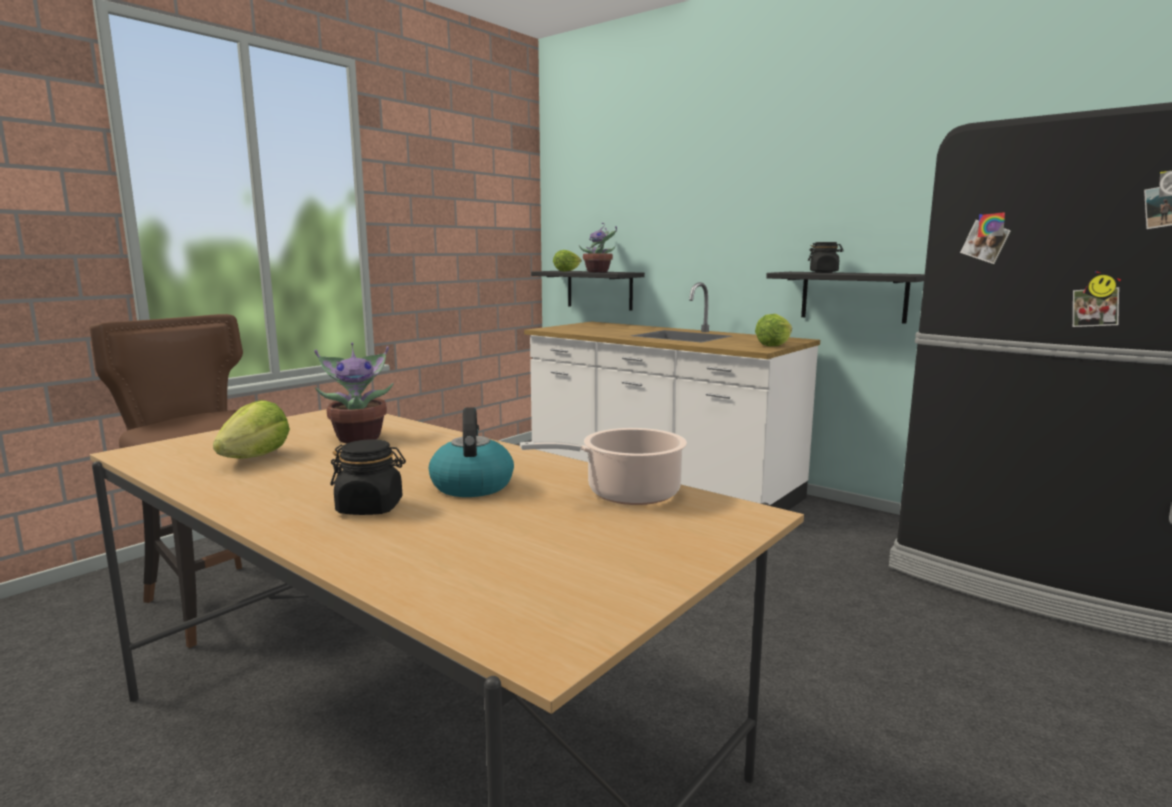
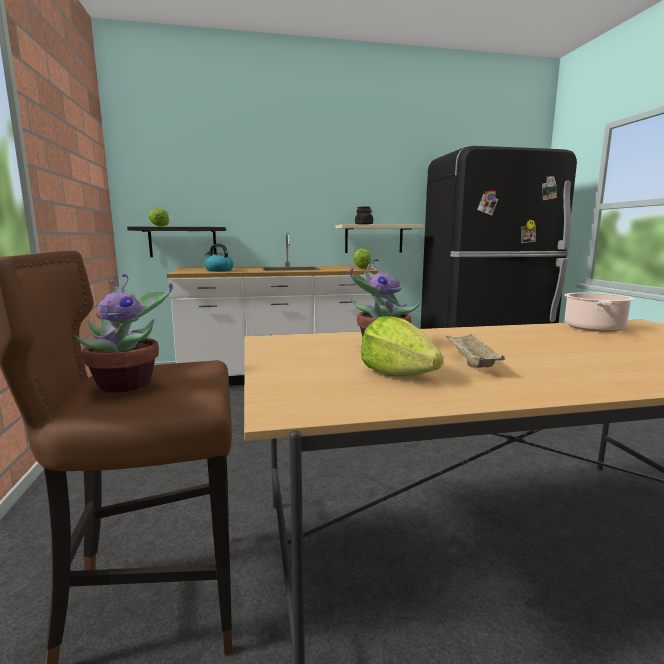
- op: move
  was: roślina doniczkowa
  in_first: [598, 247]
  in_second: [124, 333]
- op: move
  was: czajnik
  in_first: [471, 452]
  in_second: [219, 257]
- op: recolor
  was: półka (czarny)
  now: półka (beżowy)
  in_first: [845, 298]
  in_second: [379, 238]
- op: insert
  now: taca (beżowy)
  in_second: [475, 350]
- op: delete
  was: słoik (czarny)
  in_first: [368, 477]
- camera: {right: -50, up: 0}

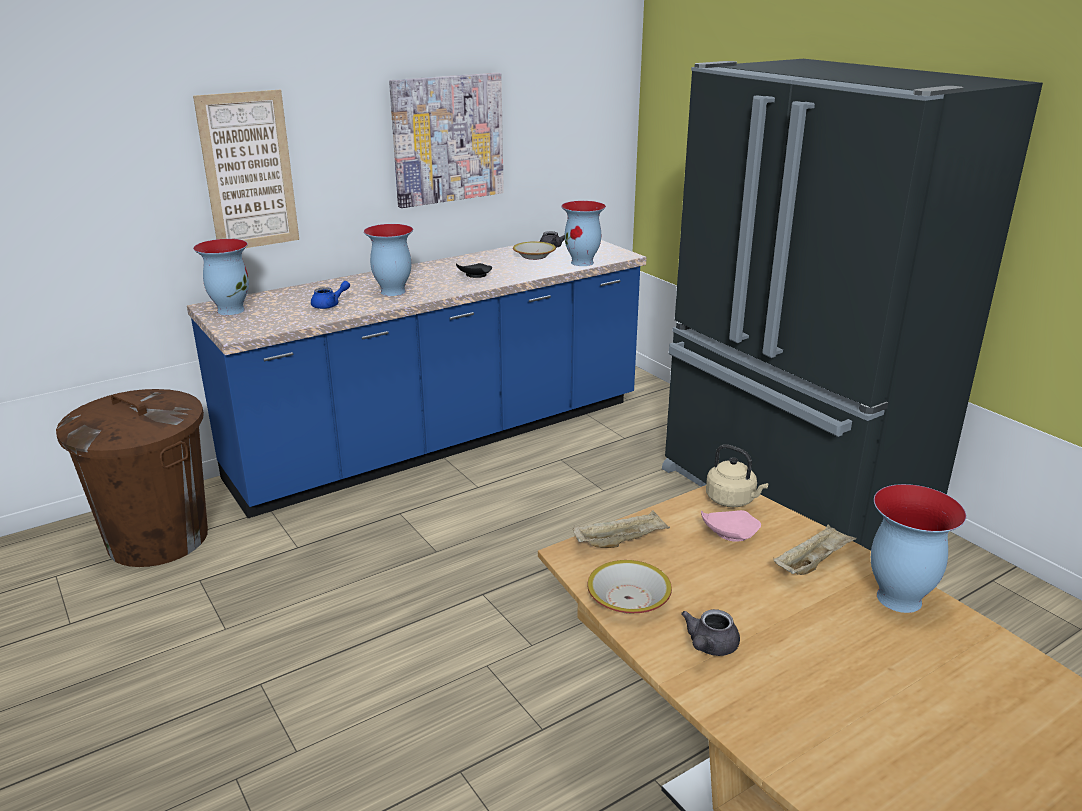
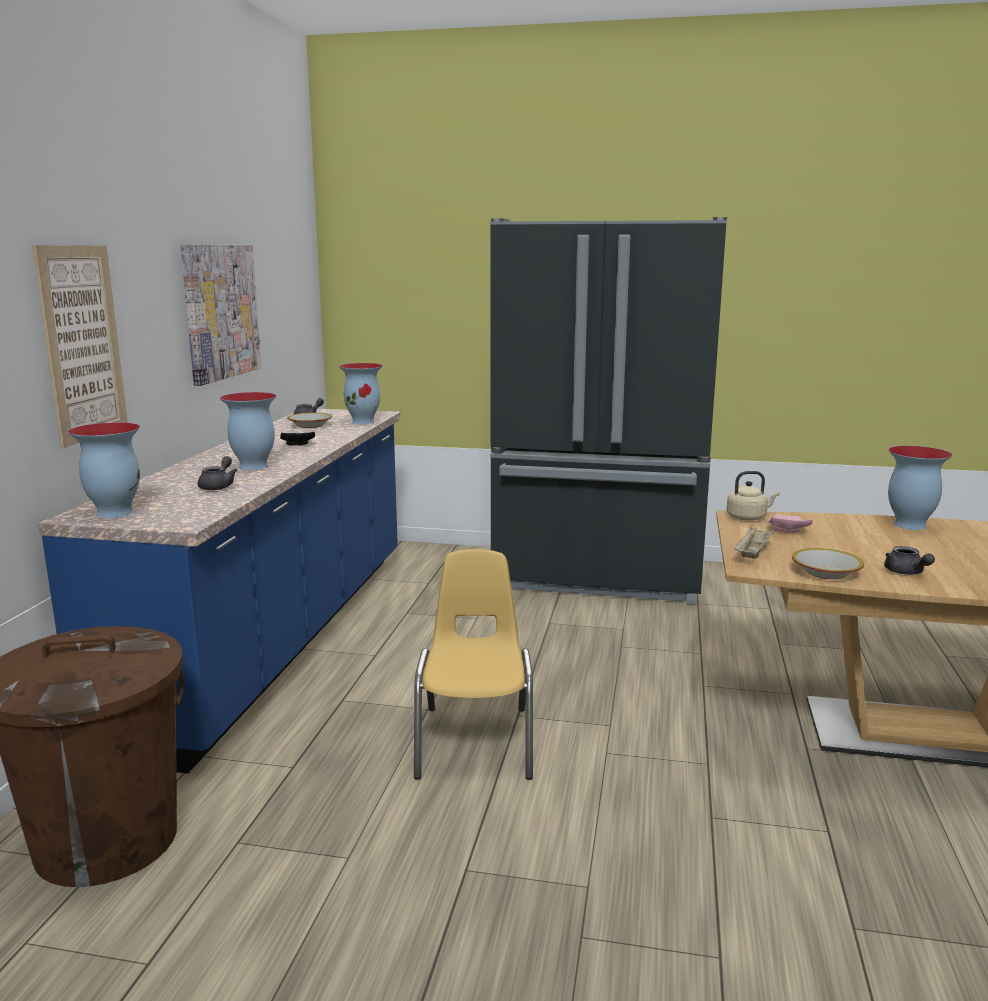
- op: recolor
  was: imbryk (niebieski)
  now: imbryk (szary)
  in_first: [330, 295]
  in_second: [218, 473]
- op: insert
  now: krzesło (żółty)
  in_second: [473, 664]
- op: delete
  was: taca (beżowy)
  in_first: [815, 549]
- camera: {right: -45, up: -10}

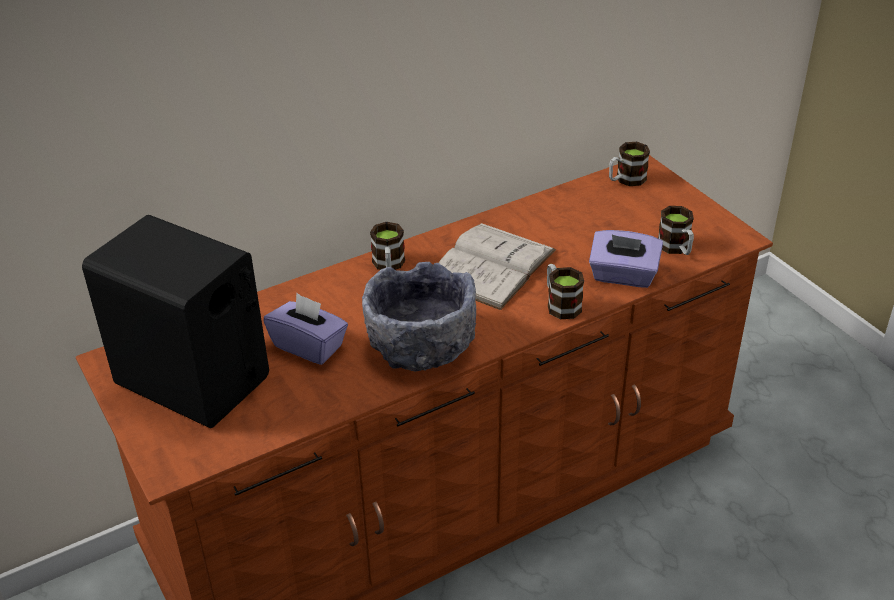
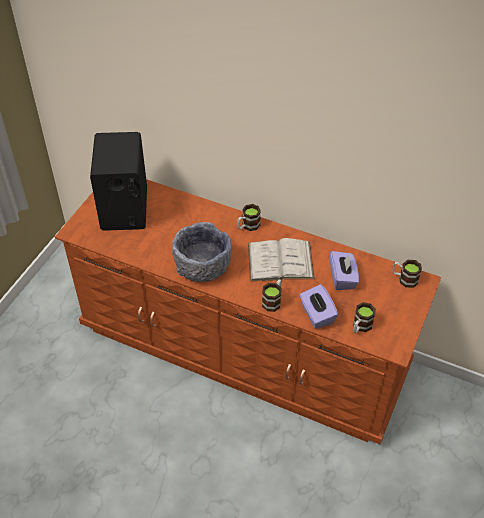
- op: move
  was: pudełko chusteczek (fioletowy)
  in_first: [305, 329]
  in_second: [344, 270]
- camera: {right: 55, up: 10}

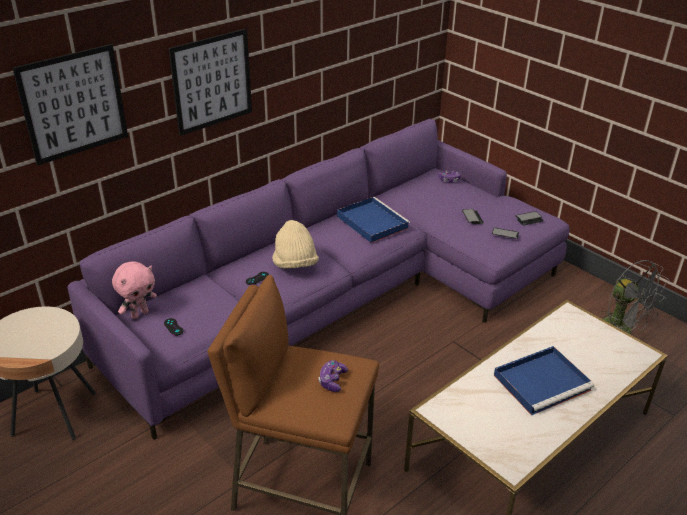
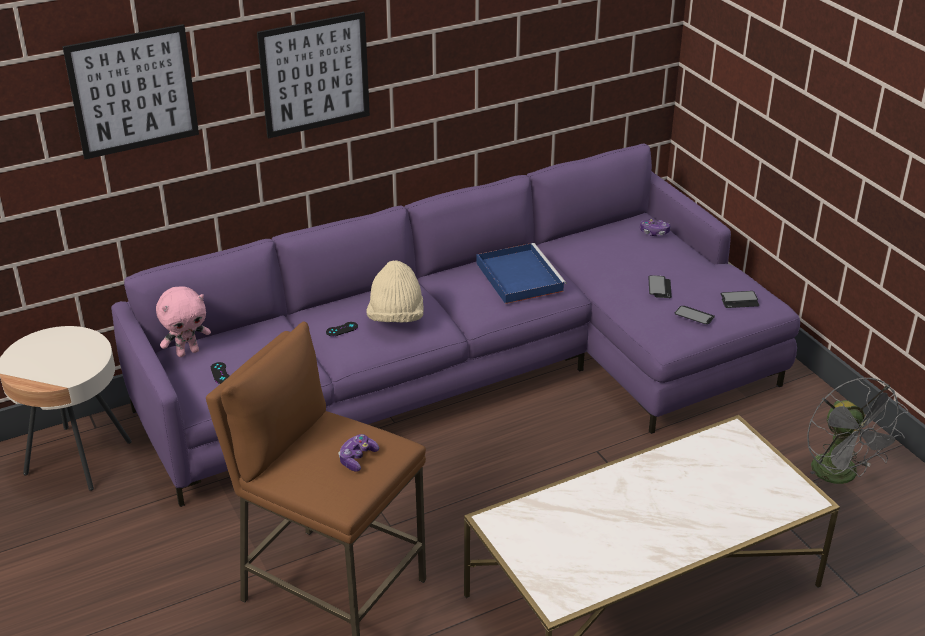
- op: delete
  was: taca (niebieski)
  in_first: [544, 380]
- camera: {right: 15, up: 0}

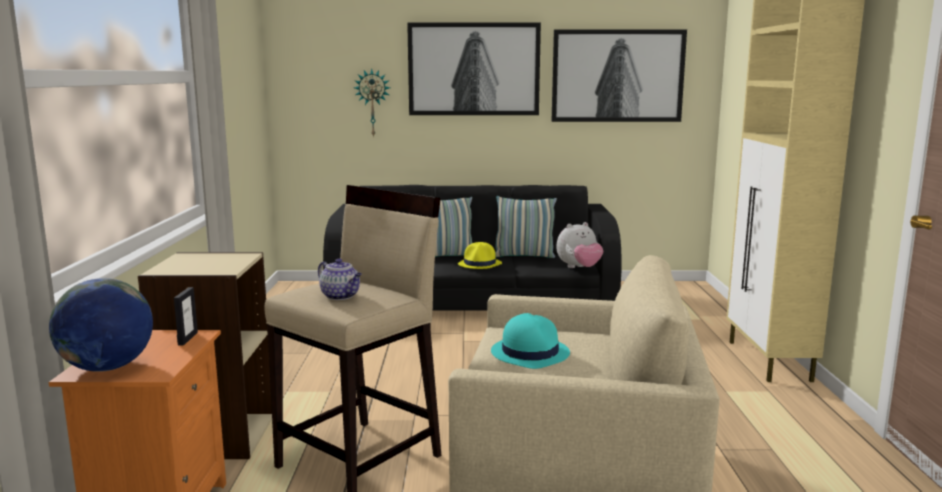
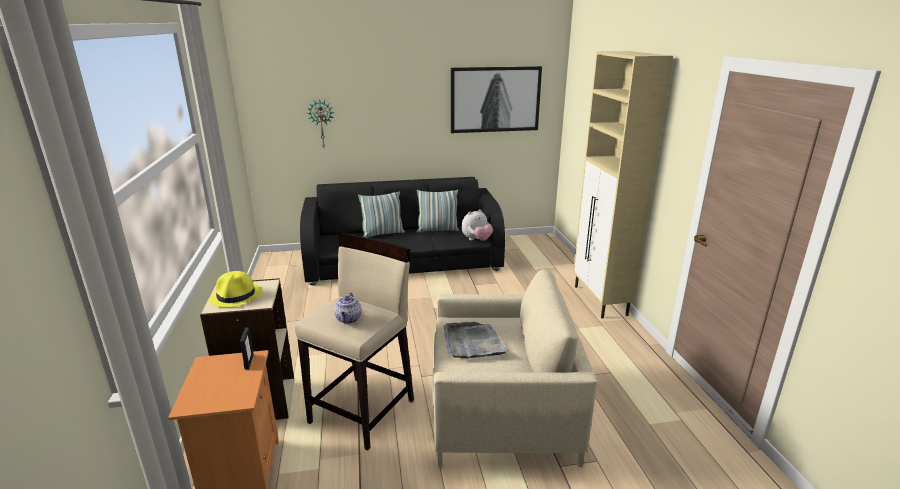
- op: move
  was: kapelusz (żółty)
  in_first: [480, 255]
  in_second: [235, 289]
- op: rotate
  was: imbryk
  in_first: [340, 279]
  in_second: [348, 308]
  clockwise: 60
- op: replace
  was: kapelusz (turkusowy)
  now: taca (szary)
  in_first: [530, 341]
  in_second: [475, 340]
- op: delete
  was: globus
  in_first: [101, 325]
- op: delete
  was: obraz
  in_first: [474, 69]
- camera: {right: -10, up: 10}

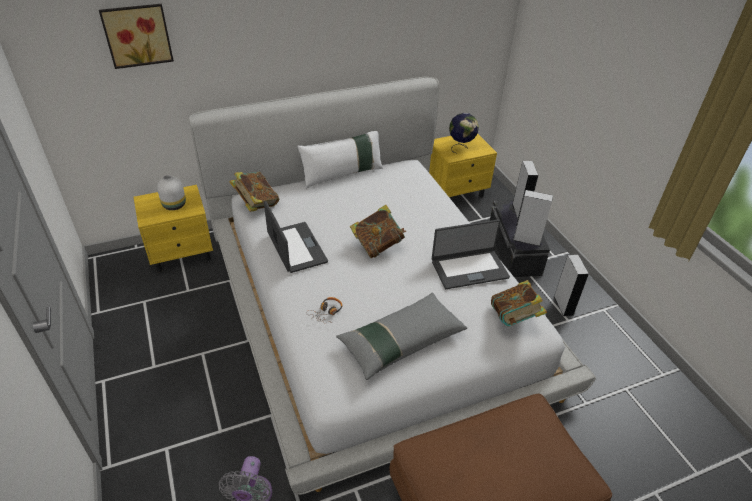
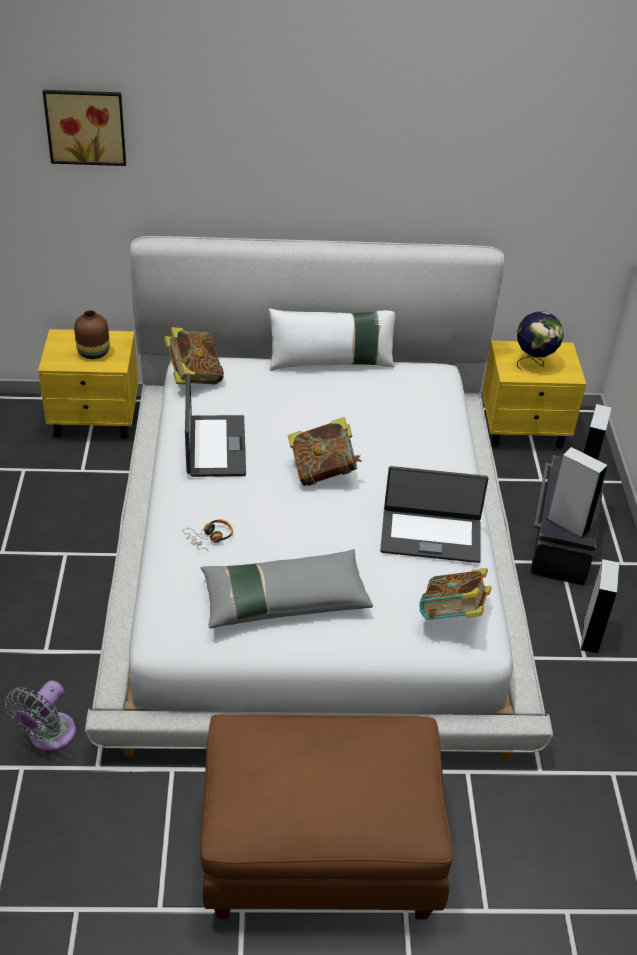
- op: recolor
  was: wazon (biały)
  now: wazon (brązowy)
  in_first: [171, 192]
  in_second: [92, 334]
- camera: {right: 20, up: 0}

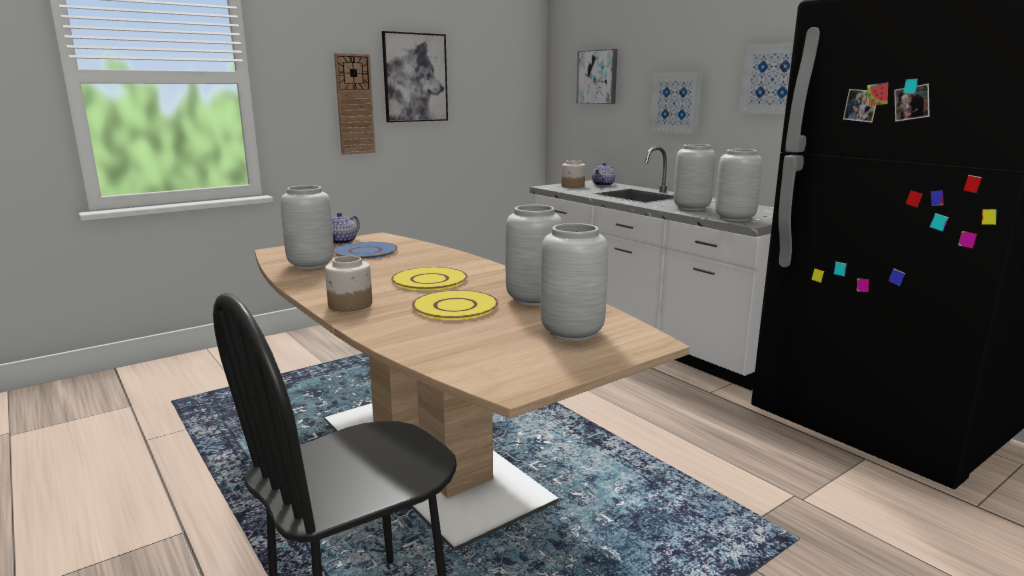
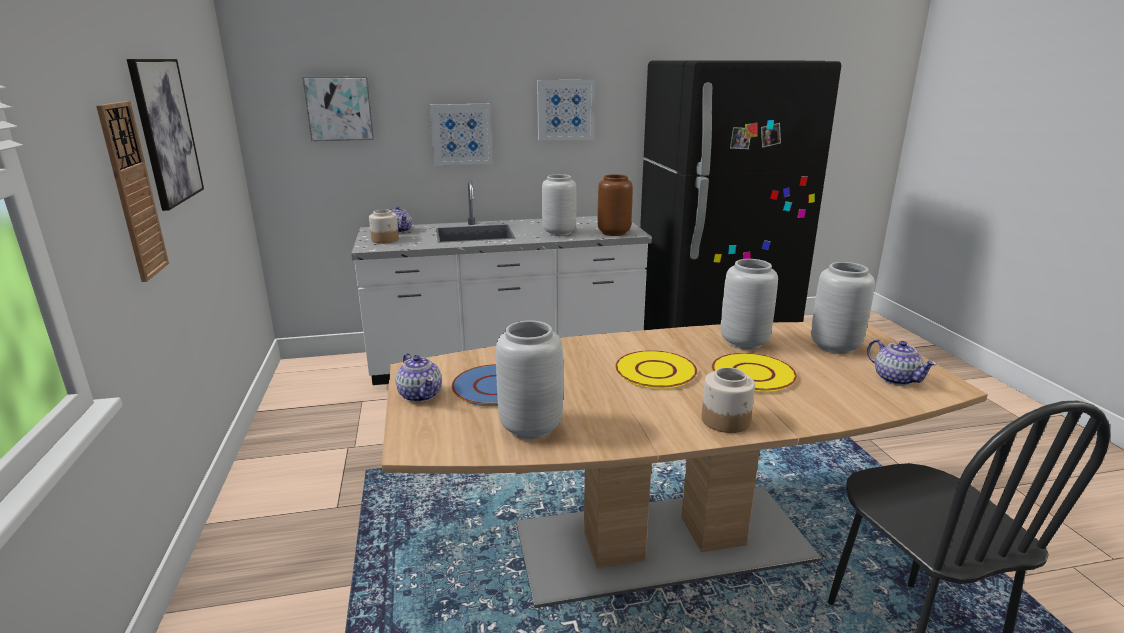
- op: recolor
  was: wazon (szary)
  now: wazon (brązowy)
  in_first: [738, 185]
  in_second: [615, 205]
- op: insert
  now: imbryk
  in_second: [902, 362]
- camera: {right: -65, up: 5}

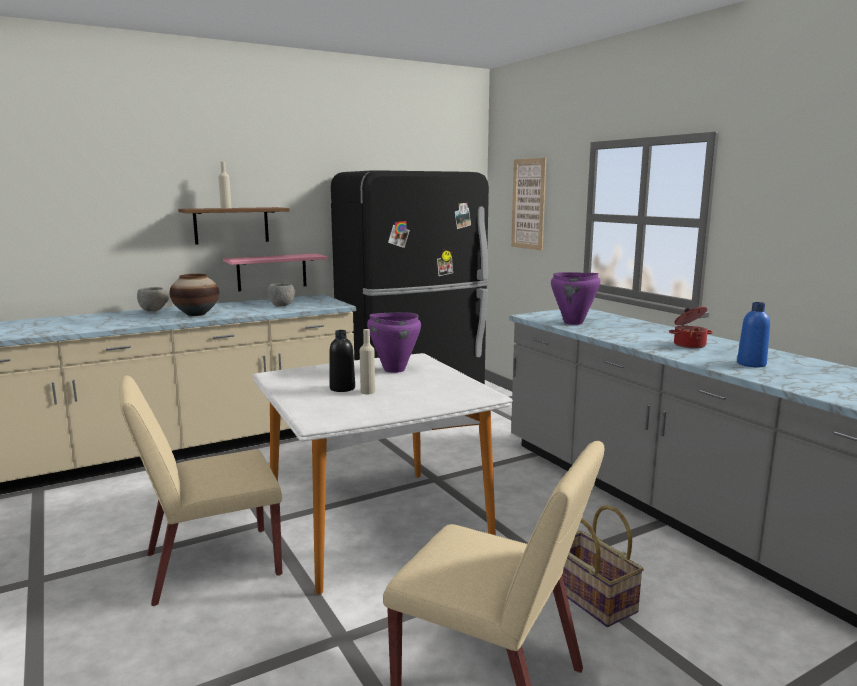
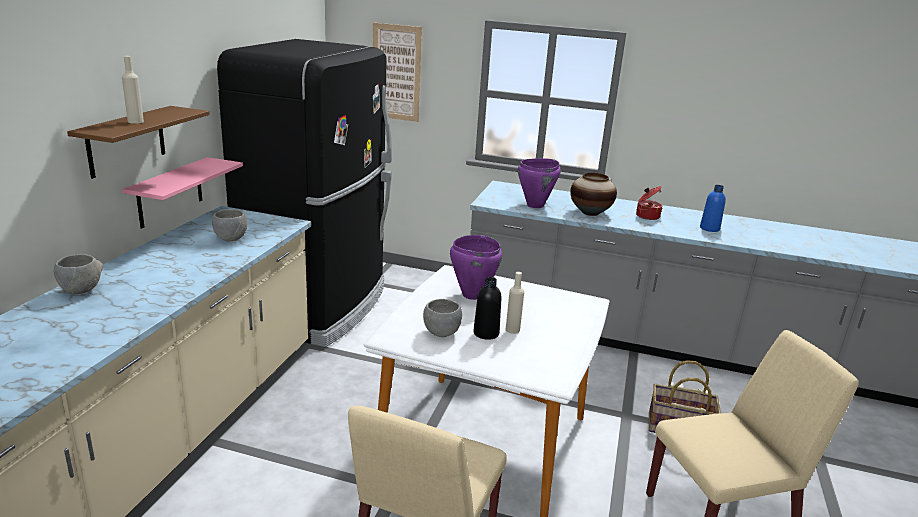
- op: insert
  now: miska (szary)
  in_second: [442, 318]
- op: move
  was: wazon
  in_first: [194, 295]
  in_second: [593, 194]
- camera: {right: -45, up: 10}

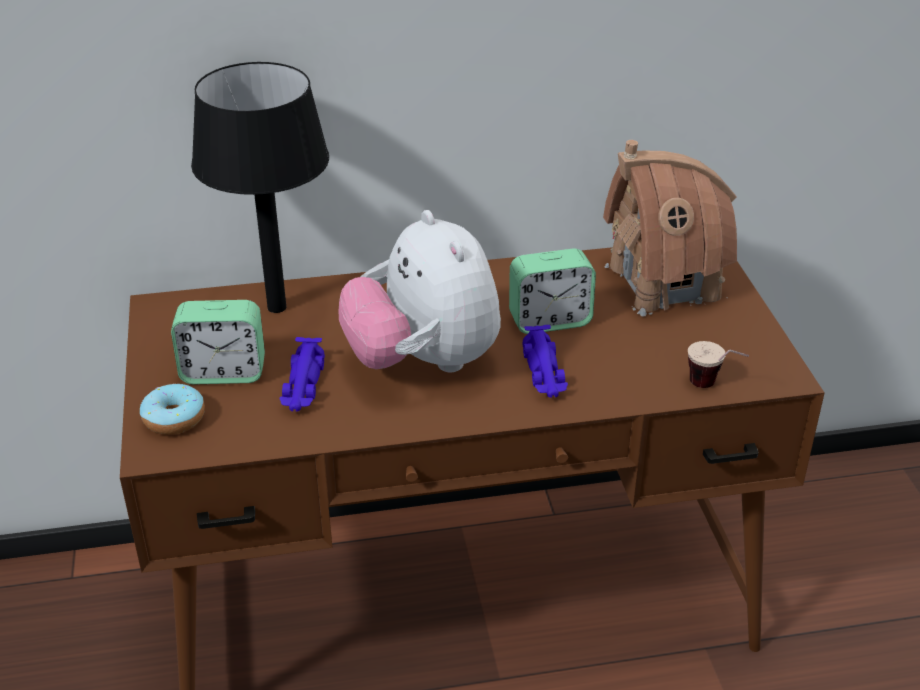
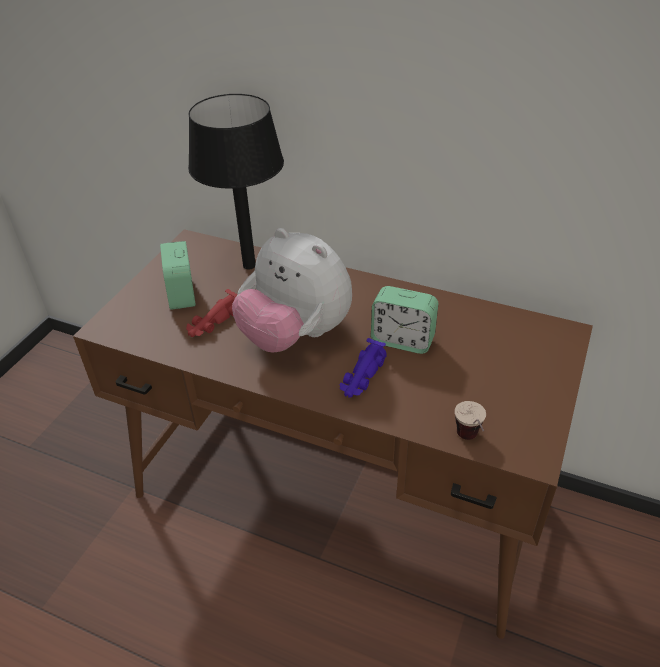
- op: rotate
  was: budzik
  in_first: [218, 342]
  in_second: [178, 275]
  clockwise: 45
- op: recolor
  was: samochodzik (fioletowy)
  now: samochodzik (czerwony)
  in_first: [302, 374]
  in_second: [211, 313]
- op: rotate
  was: pluszak
  in_first: [420, 291]
  in_second: [292, 290]
  clockwise: -60
- op: delete
  was: donut
  in_first: [172, 409]
- op: delete
  was: domek
  in_first: [670, 228]
- camera: {right: 35, up: 5}

